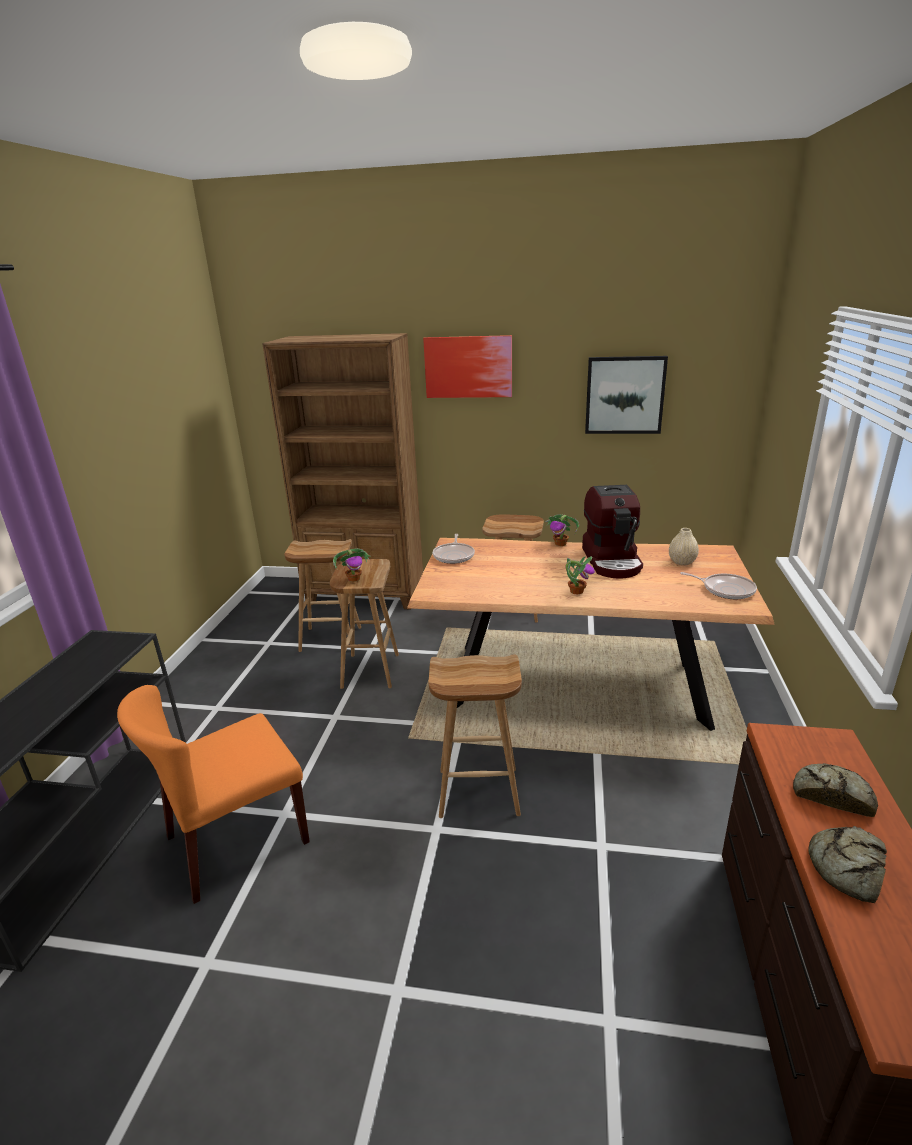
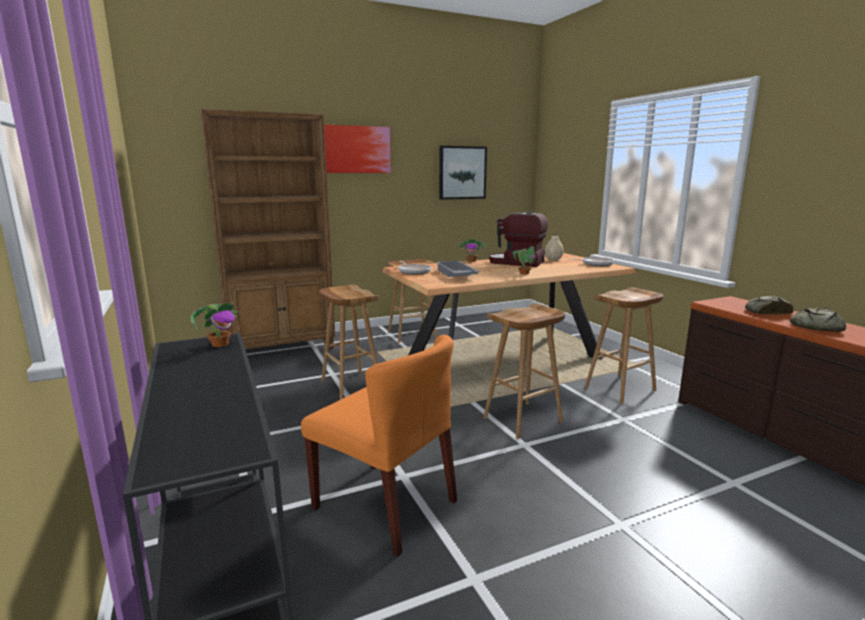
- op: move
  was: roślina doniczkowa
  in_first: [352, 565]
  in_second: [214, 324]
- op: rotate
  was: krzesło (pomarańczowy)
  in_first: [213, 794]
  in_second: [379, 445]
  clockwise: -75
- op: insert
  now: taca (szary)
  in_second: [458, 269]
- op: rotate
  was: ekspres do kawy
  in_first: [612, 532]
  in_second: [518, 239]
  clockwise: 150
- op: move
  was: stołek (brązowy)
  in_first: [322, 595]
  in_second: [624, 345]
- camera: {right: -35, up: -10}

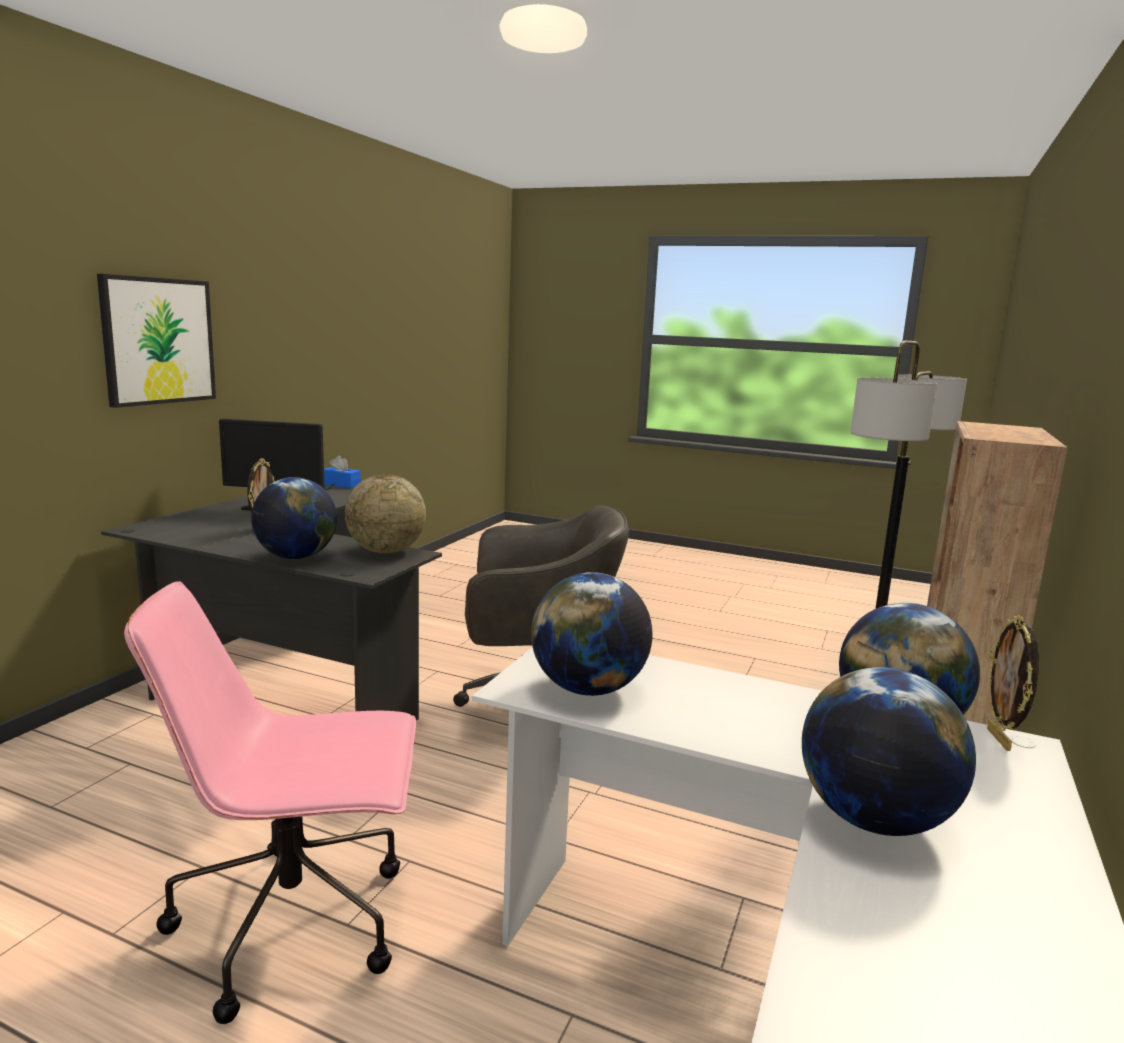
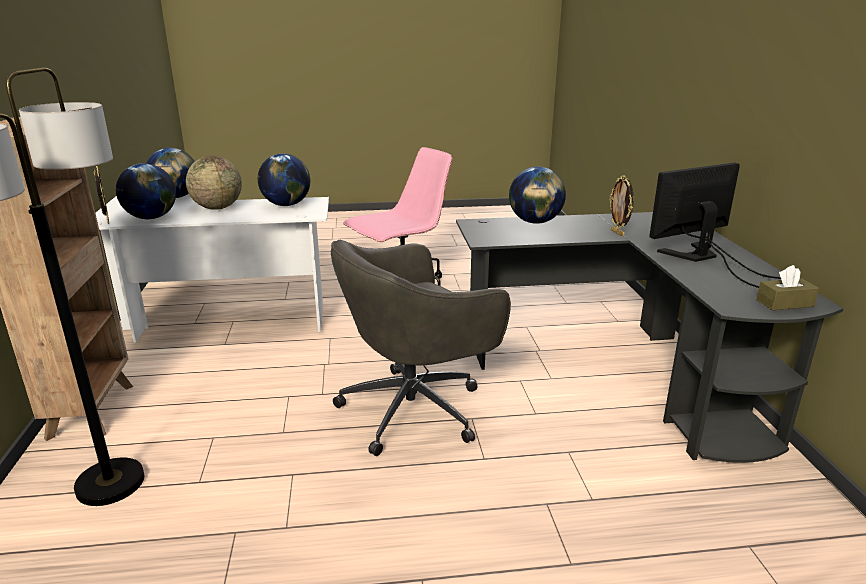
- op: move
  was: globus
  in_first: [385, 514]
  in_second: [214, 183]
- op: recolor
  was: pudełko chusteczek (niebieski)
  now: pudełko chusteczek (brązowy)
  in_first: [342, 471]
  in_second: [787, 287]
- op: delete
  was: obraz
  in_first: [156, 341]
- camera: {right: 150, up: 10}

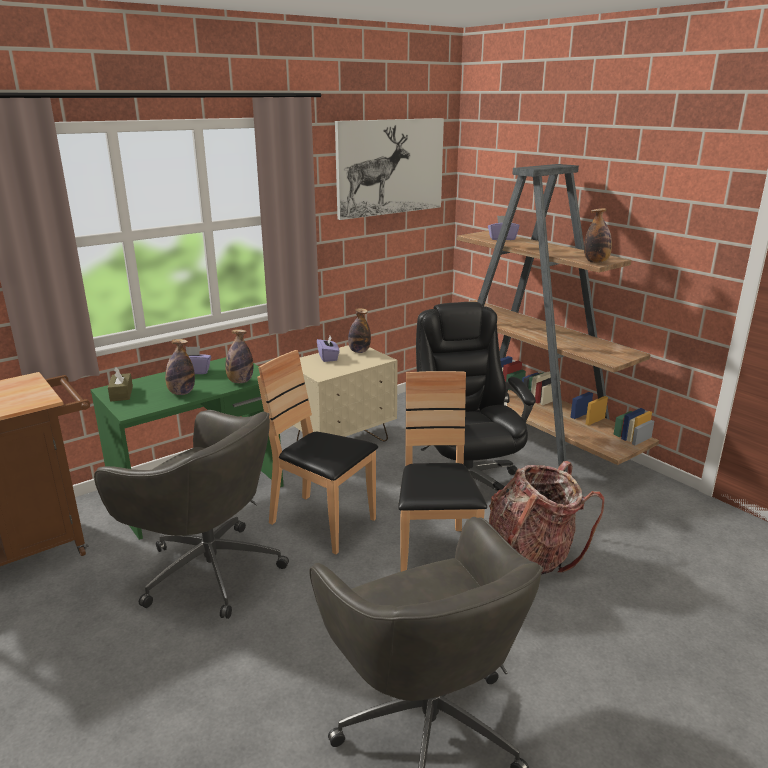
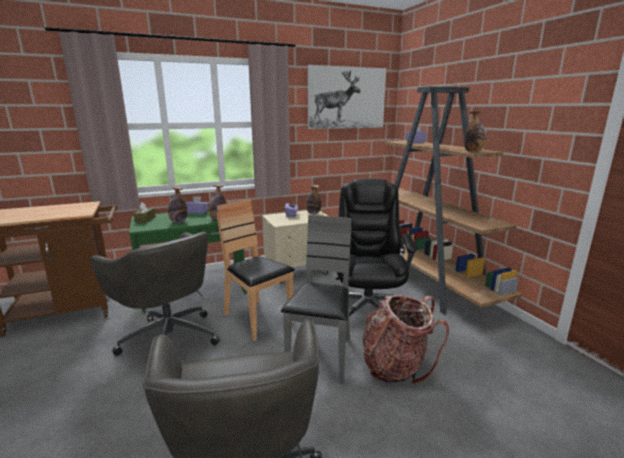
- op: recolor
  was: krzesło (brązowy)
  now: krzesło (szary)
  in_first: [442, 471]
  in_second: [316, 299]
- camera: {right: 15, up: -5}

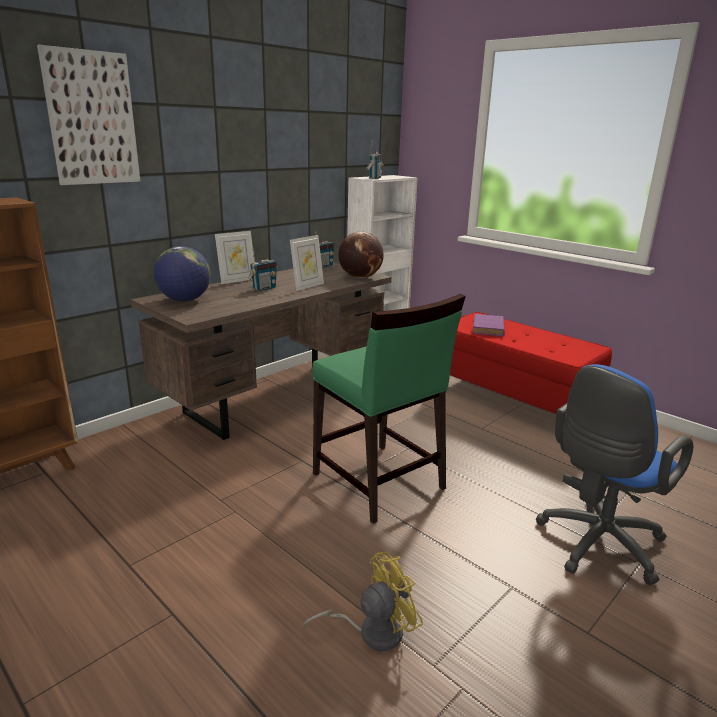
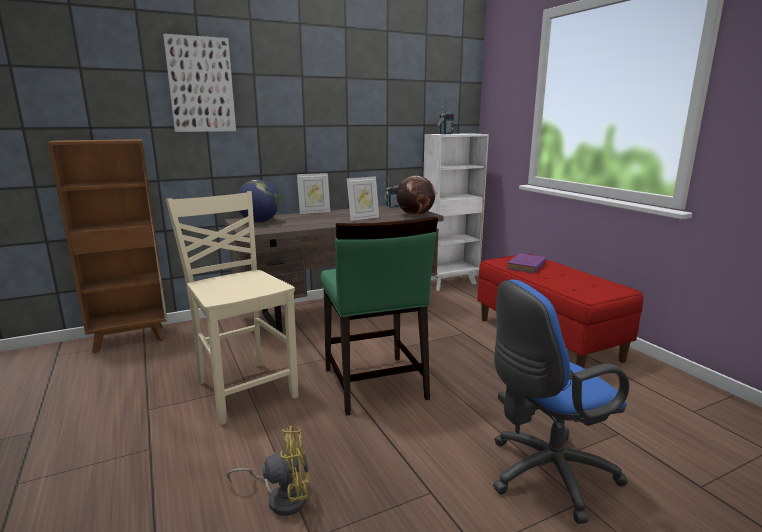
- op: insert
  now: krzesło (beżowy)
  in_second: [232, 308]
- op: delete
  was: radio
  in_first: [262, 269]
- camera: {right: 20, up: -5}

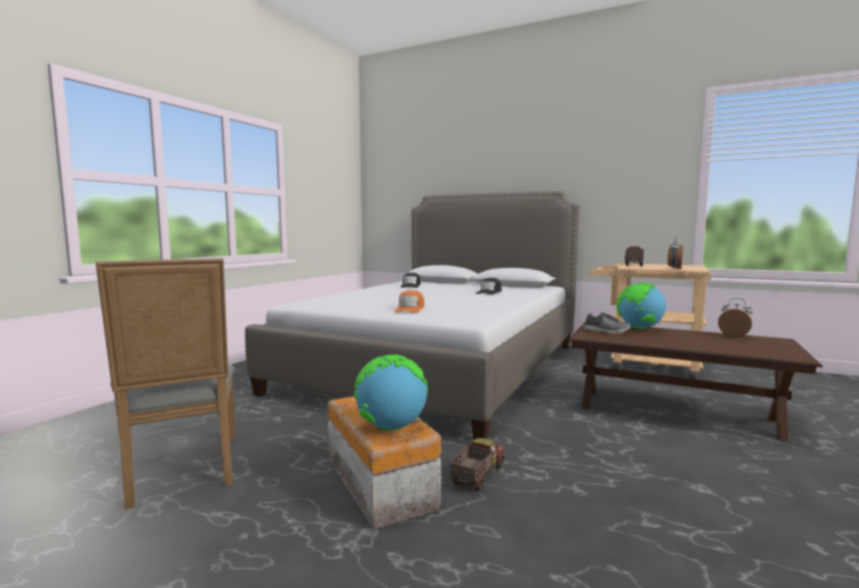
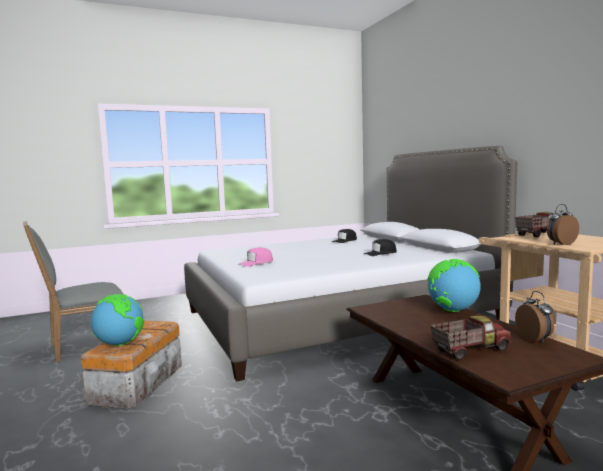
- op: rotate
  was: krzesło (szary)
  in_first: [165, 383]
  in_second: [73, 291]
  clockwise: 45
- op: recolor
  was: czapka z daszkiem (pomarańczowy)
  now: czapka z daszkiem (różowy)
  in_first: [409, 301]
  in_second: [255, 257]
- op: move
  was: ciężarówka zabawkowa
  in_first: [476, 464]
  in_second: [470, 338]
- op: delete
  was: but
  in_first: [607, 323]
- camera: {right: 40, up: 0}

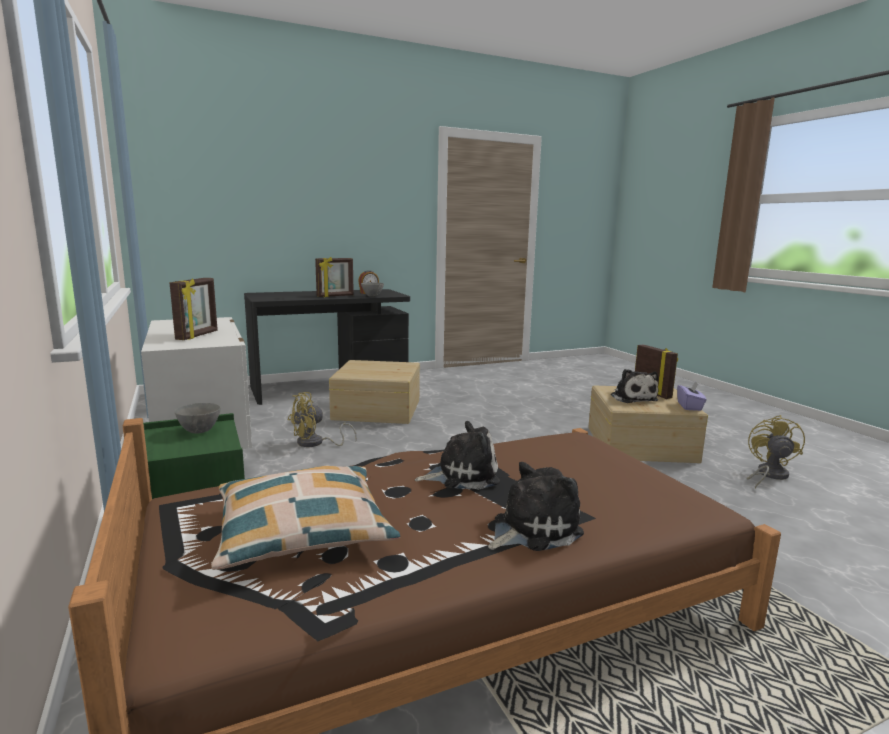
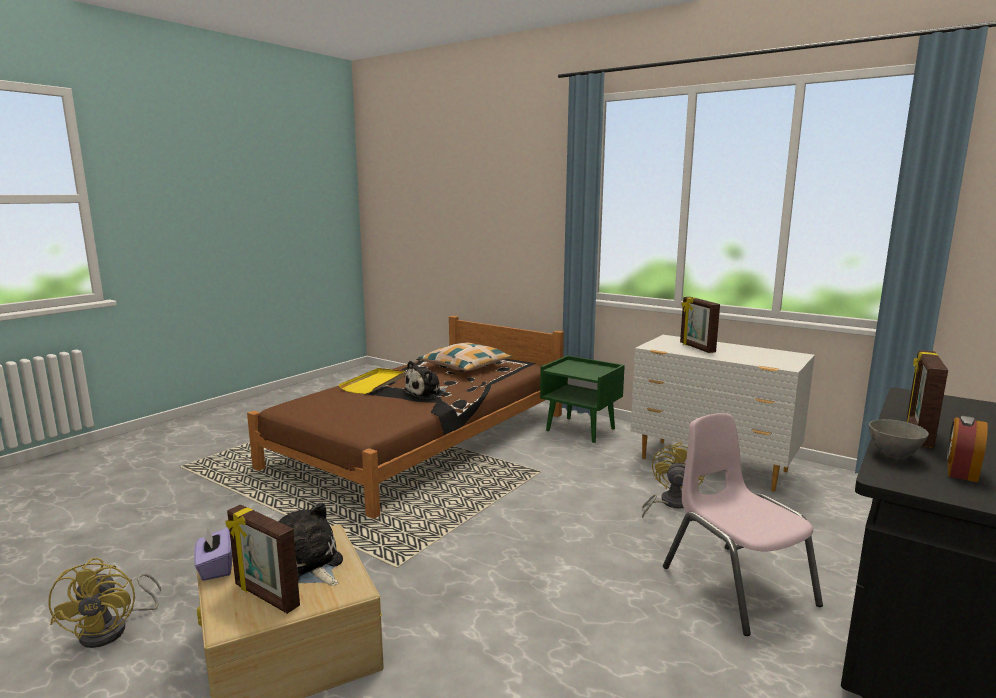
- op: replace
  was: pluszak
  now: taca (żółty)
  in_first: [536, 506]
  in_second: [372, 381]
- op: replace
  was: pojemnik do przechowywania (beżowy)
  now: krzesło (różowy)
  in_first: [374, 392]
  in_second: [743, 524]
- op: delete
  was: miska (szary)
  in_first: [198, 418]
- camera: {right: 150, up: 0}

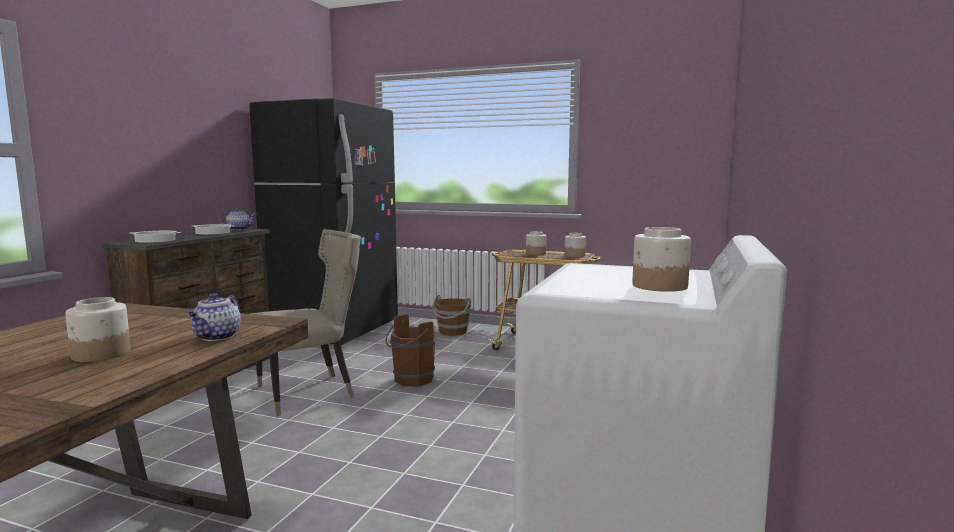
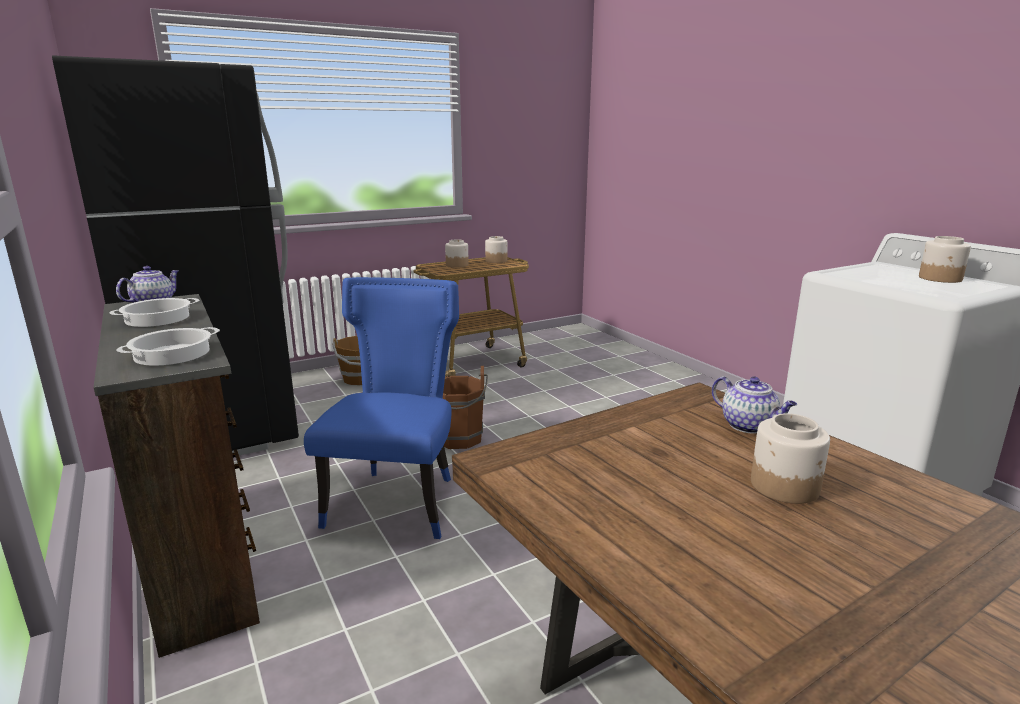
- op: recolor
  was: krzesło (beżowy)
  now: krzesło (niebieski)
  in_first: [305, 322]
  in_second: [381, 408]
- camera: {right: -50, up: 10}

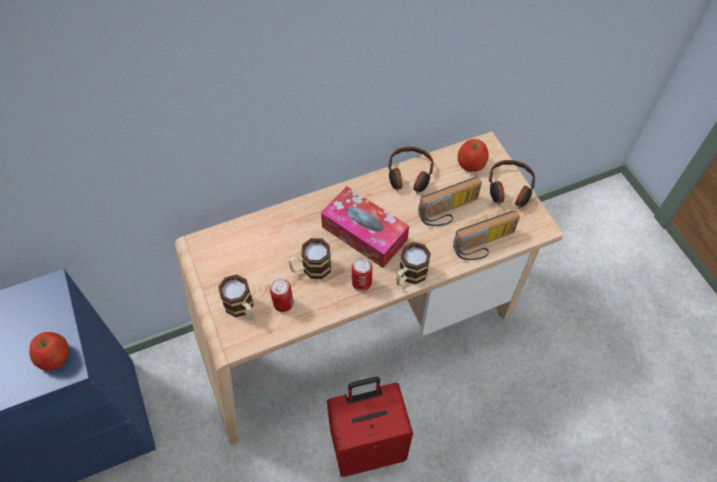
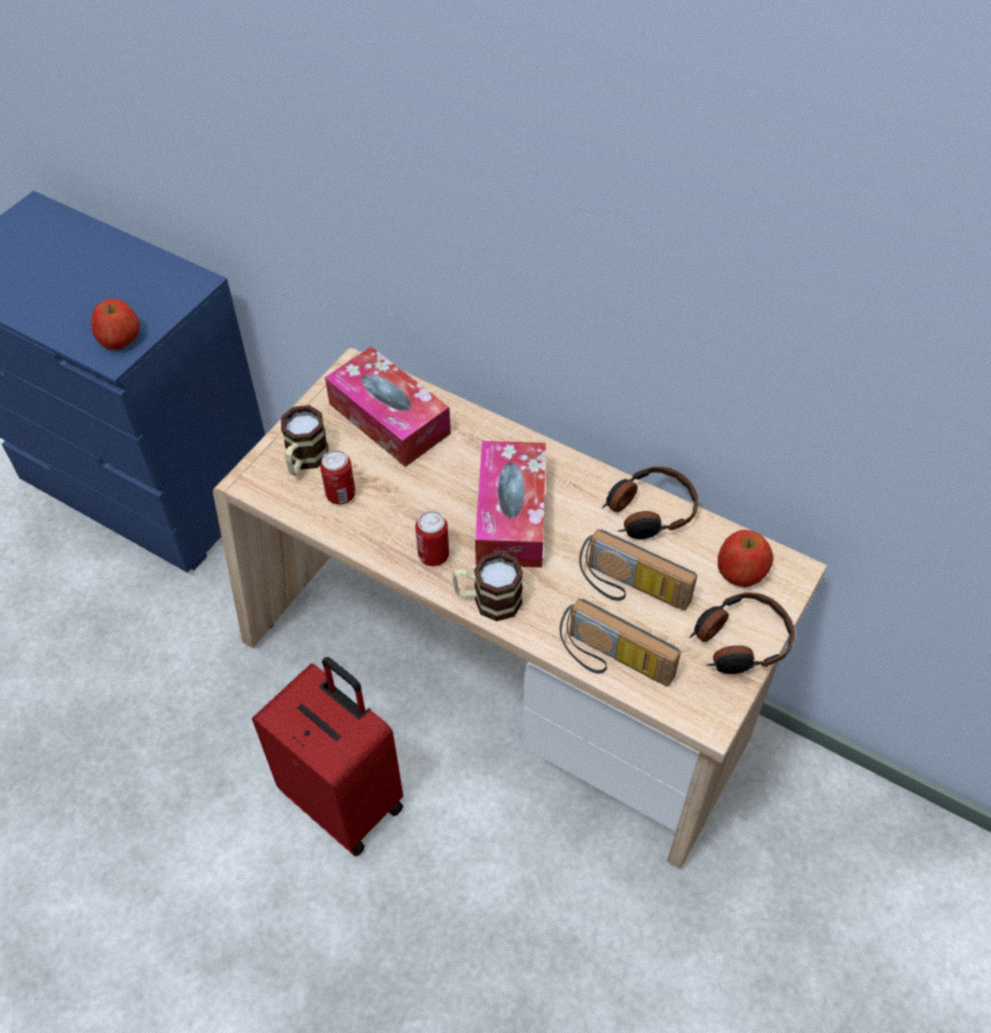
- op: insert
  now: pudełko chusteczek
  in_second: [388, 407]
- op: delete
  was: kubek
  in_first: [310, 258]
- camera: {right: 55, up: -5}

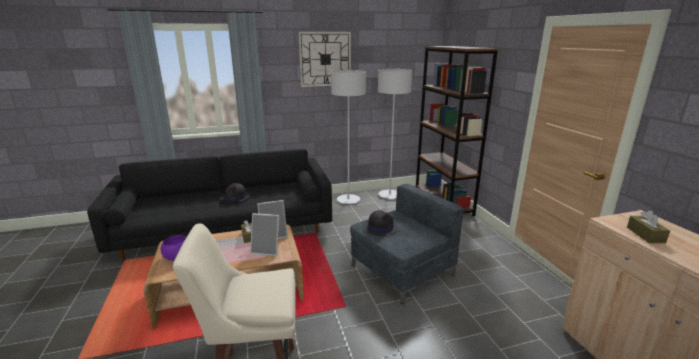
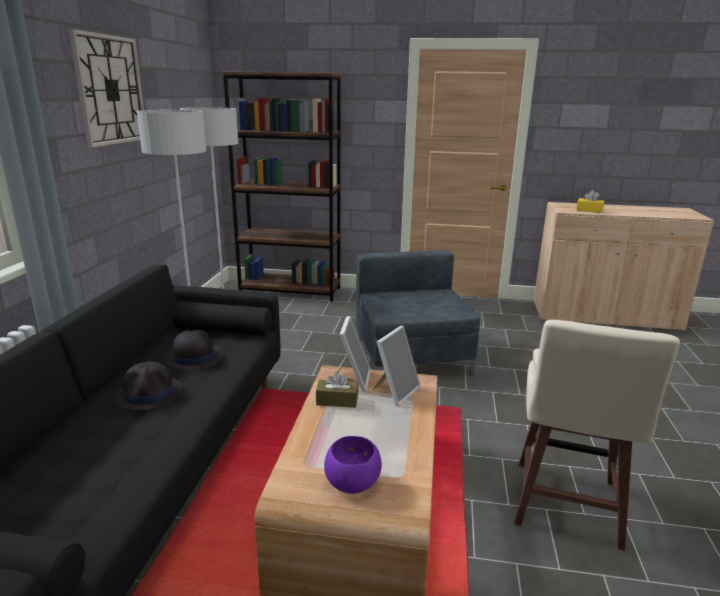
- op: move
  was: kapelusz (czarny)
  in_first: [380, 223]
  in_second: [194, 350]
- op: recolor
  was: pudełko chusteczek (brązowy)
  now: pudełko chusteczek (żółty)
  in_first: [648, 226]
  in_second: [590, 201]
- camera: {right: -65, up: 0}

